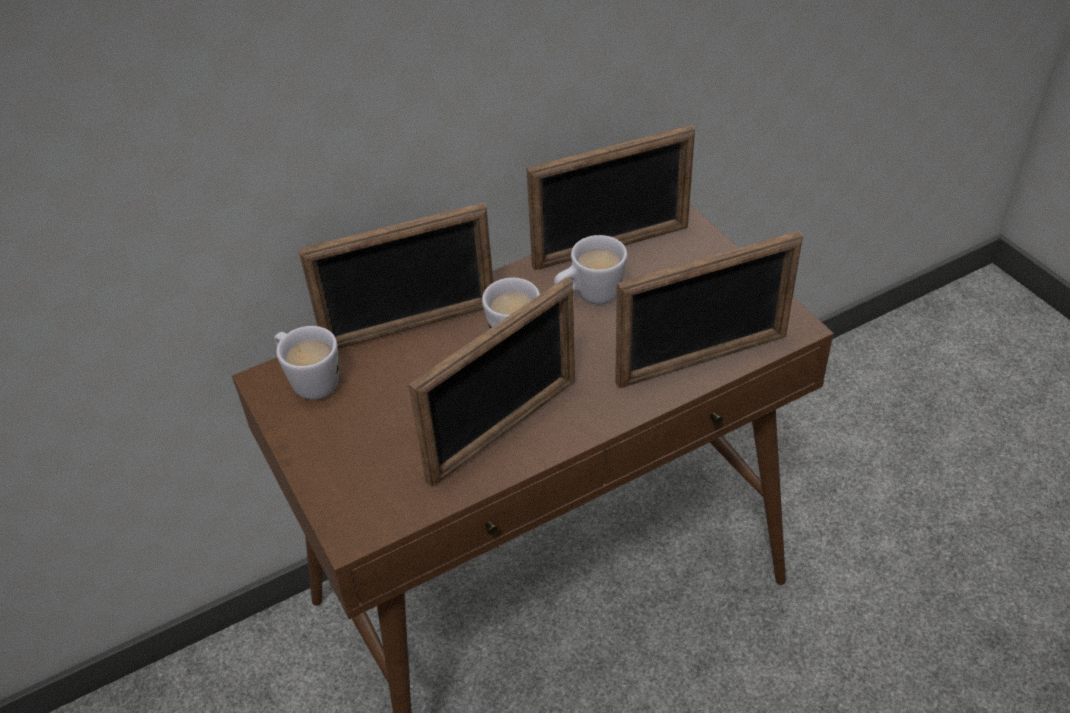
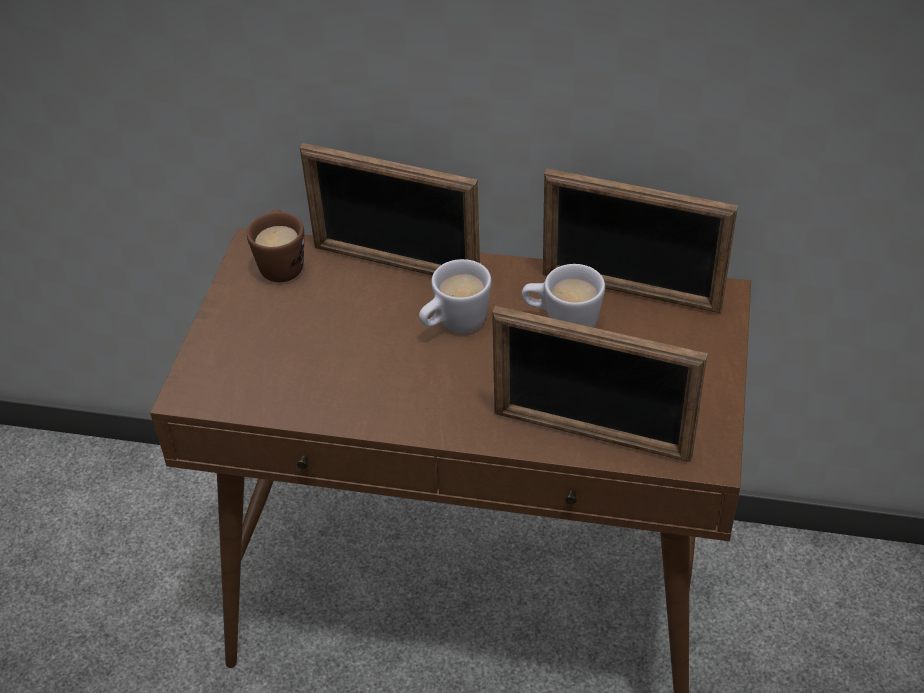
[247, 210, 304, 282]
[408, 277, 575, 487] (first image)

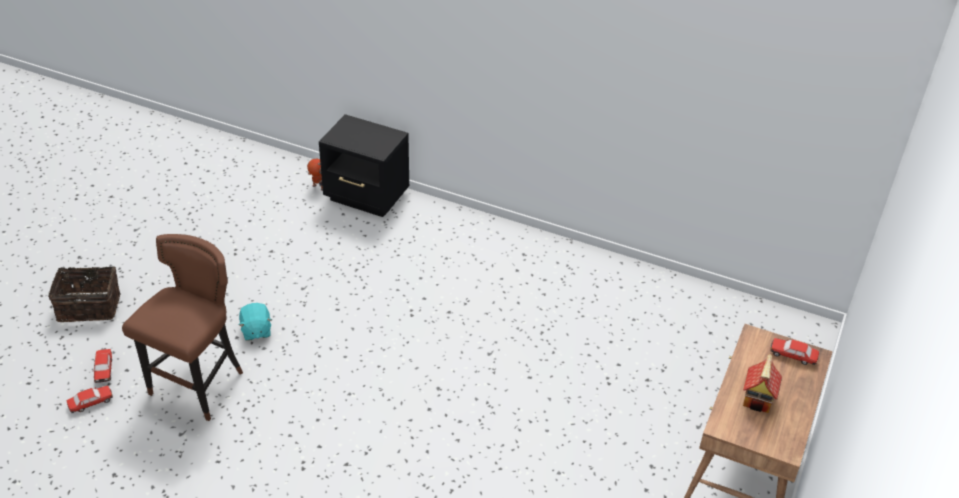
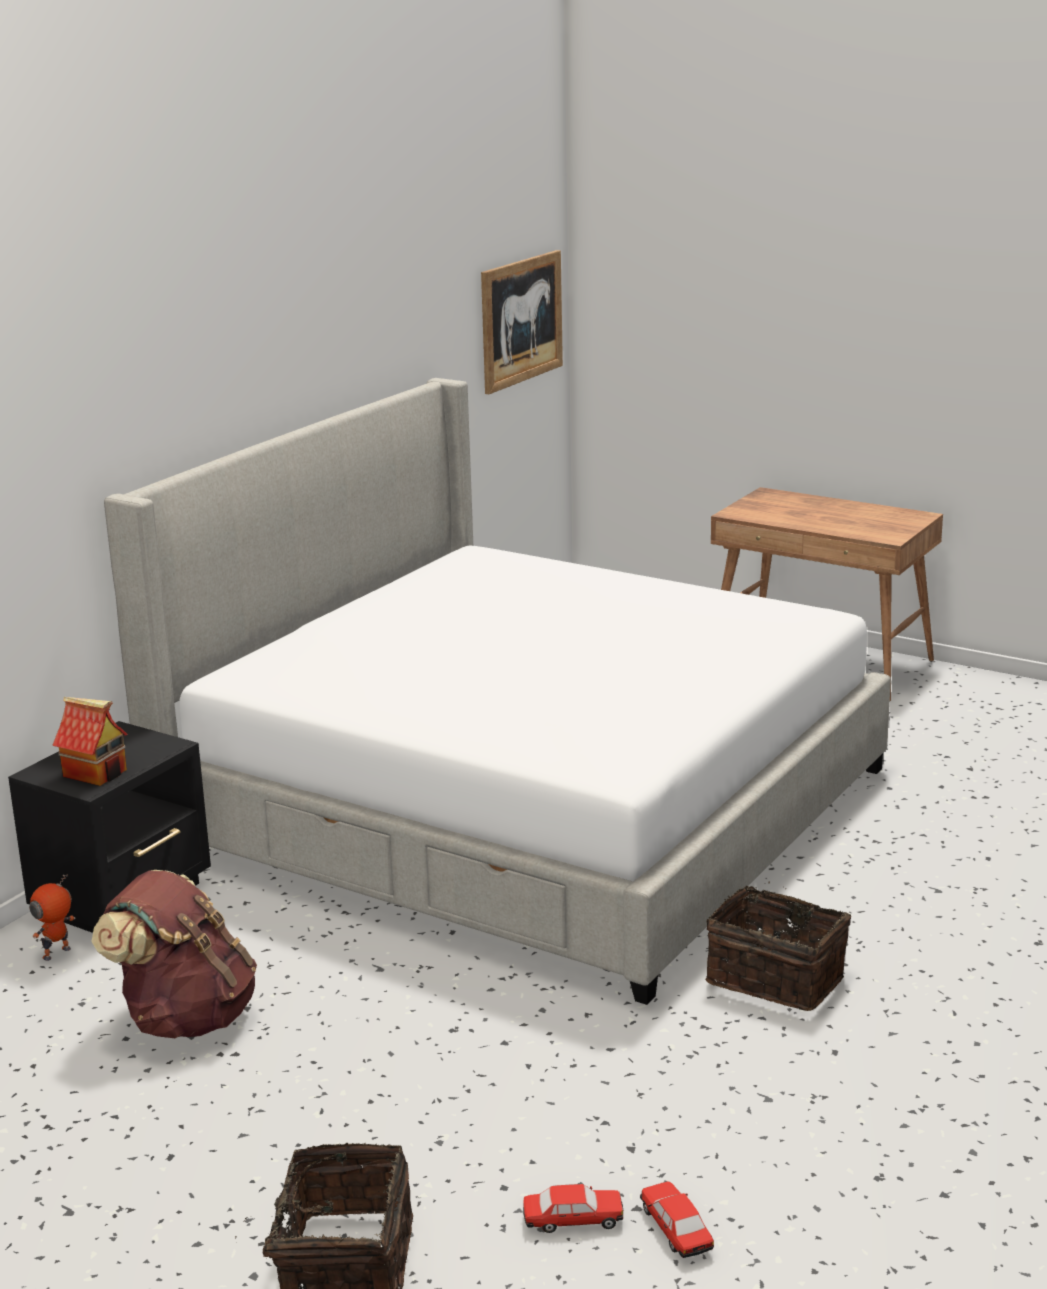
[122, 234, 243, 421] (first image)
[239, 303, 272, 341] (first image)
[52, 697, 128, 786]
[770, 338, 819, 365] (first image)
[91, 870, 257, 1038]
[104, 378, 891, 1005]
[481, 250, 563, 394]
[706, 882, 851, 1011]

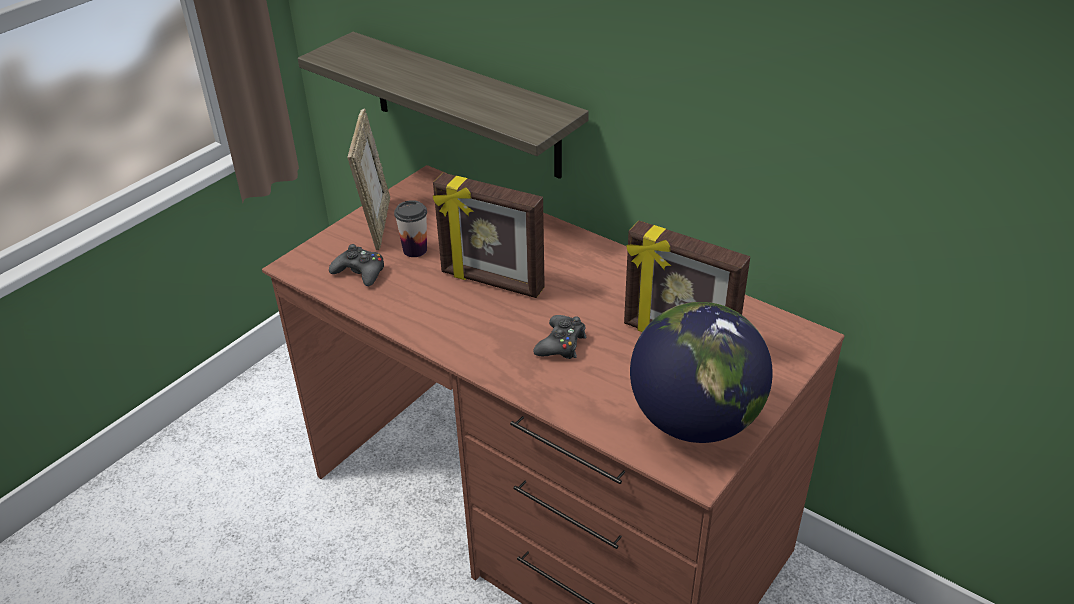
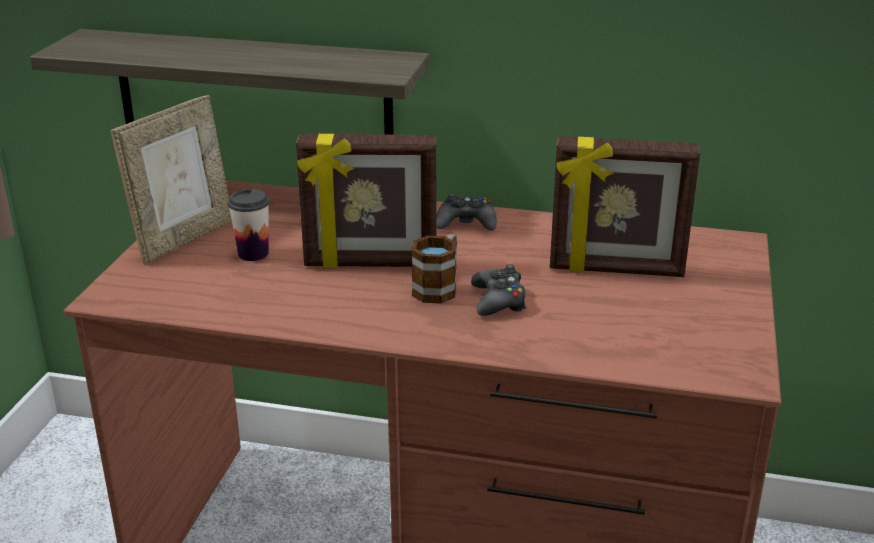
[436, 193, 497, 231]
[111, 95, 232, 264]
[630, 302, 773, 443] (first image)
[411, 234, 457, 304]

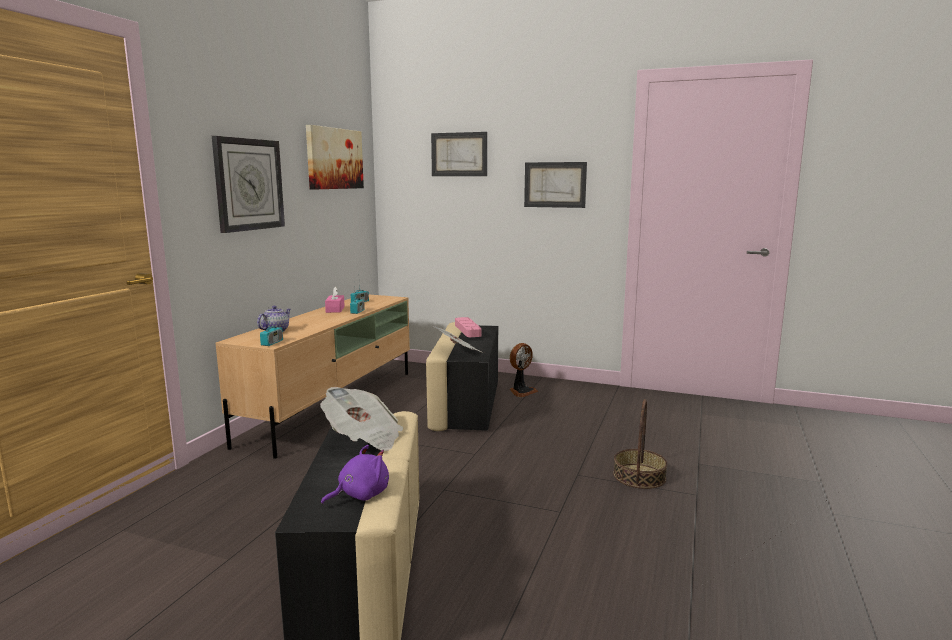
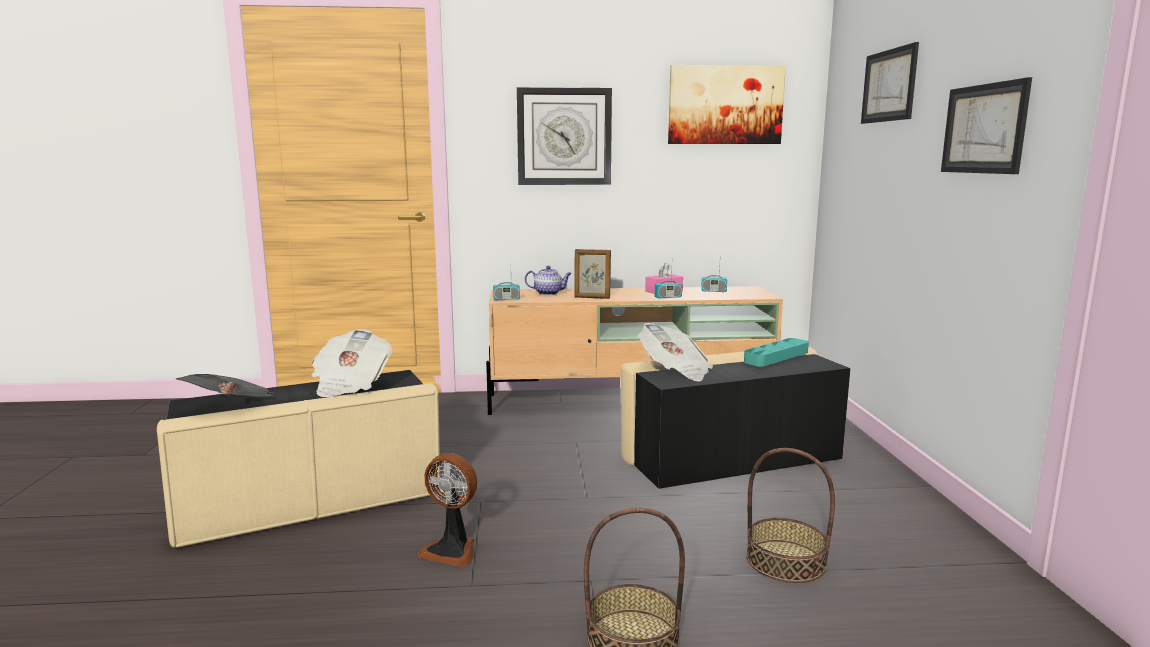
[176, 374, 272, 396]
[744, 338, 809, 367]
[418, 453, 477, 567]
[574, 249, 611, 299]
[746, 448, 835, 583]

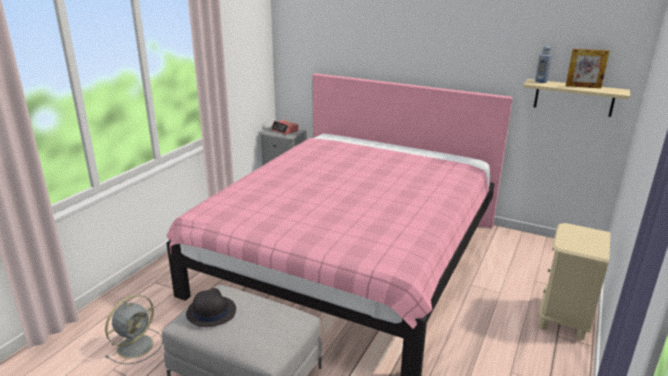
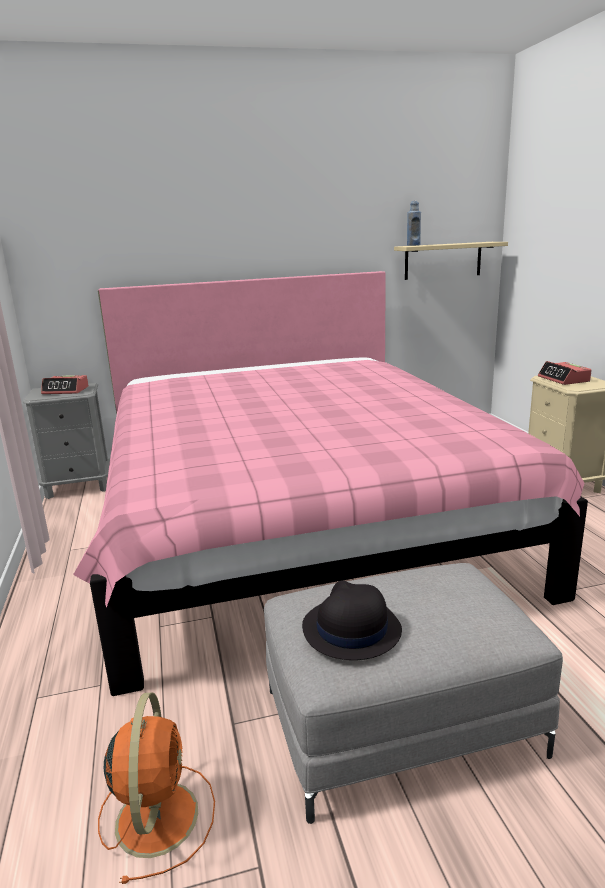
[98, 692, 215, 884]
[566, 49, 610, 88] (first image)
[538, 361, 592, 385]

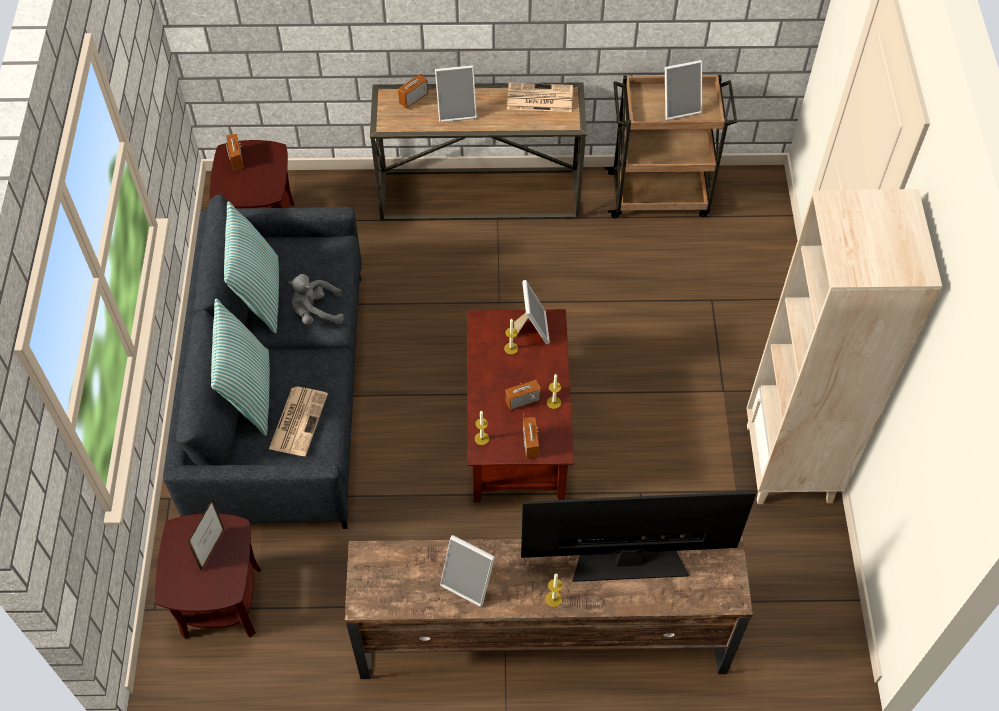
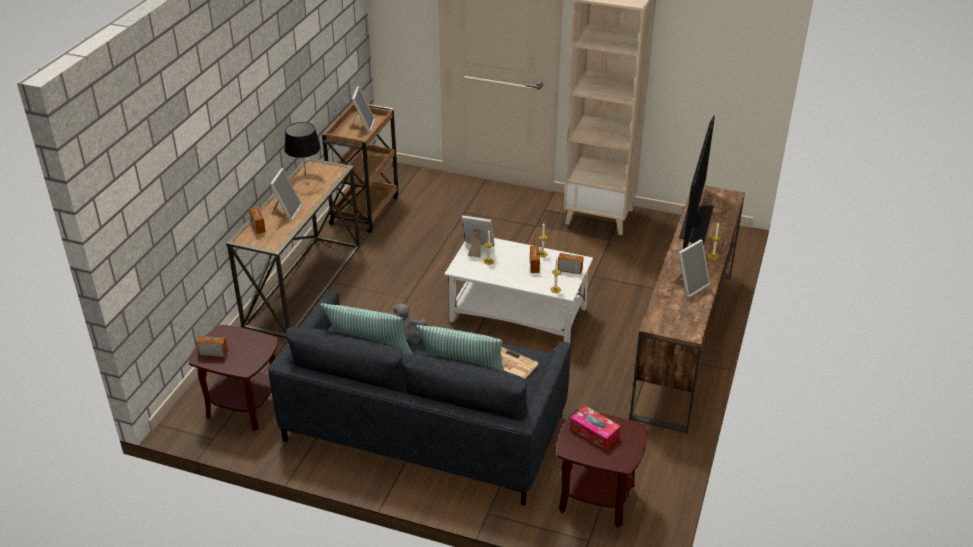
[570, 405, 621, 450]
[444, 238, 593, 343]
[284, 122, 321, 176]

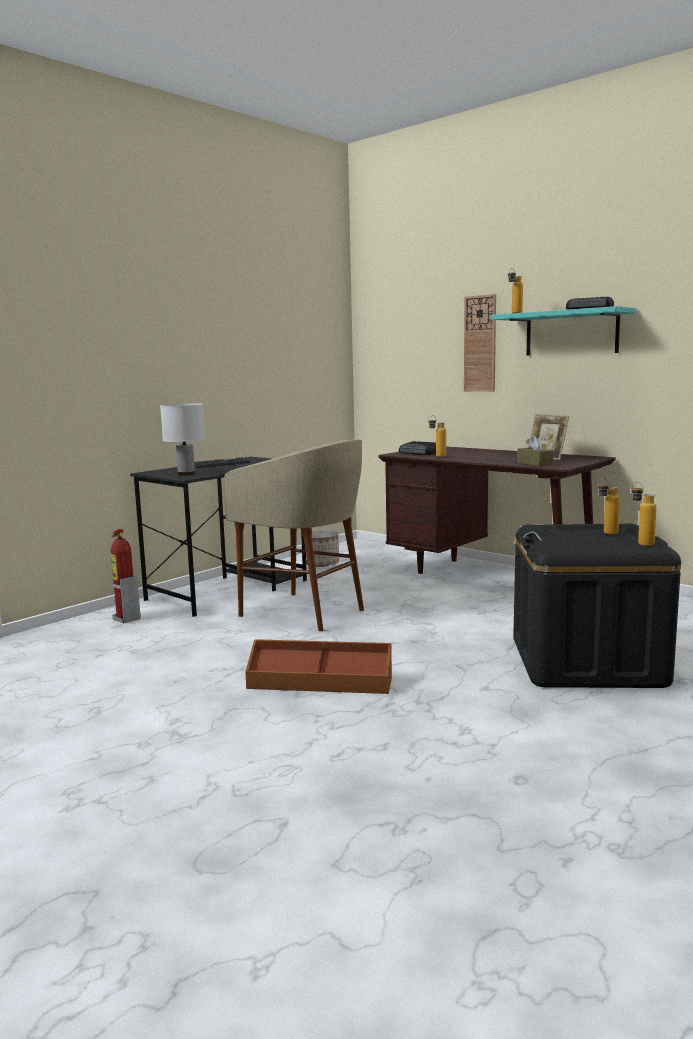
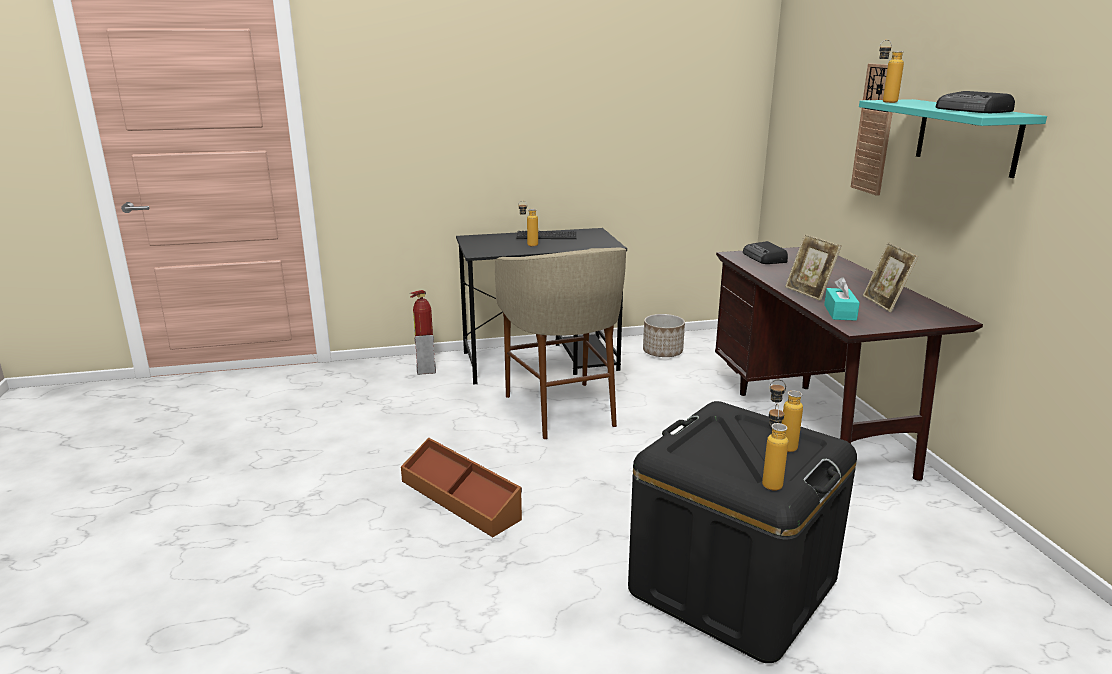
[160, 403, 205, 476] (first image)
[518, 201, 538, 246]
[824, 277, 860, 321]
[785, 234, 841, 301]

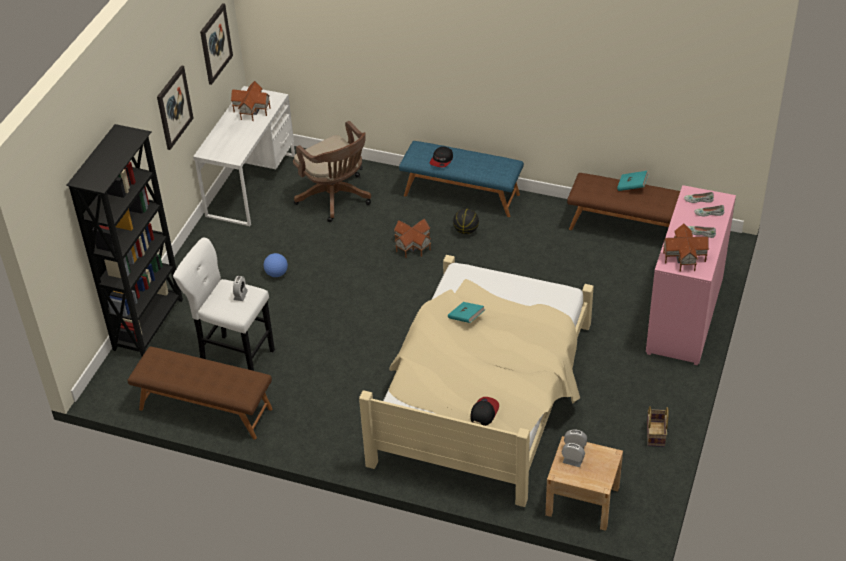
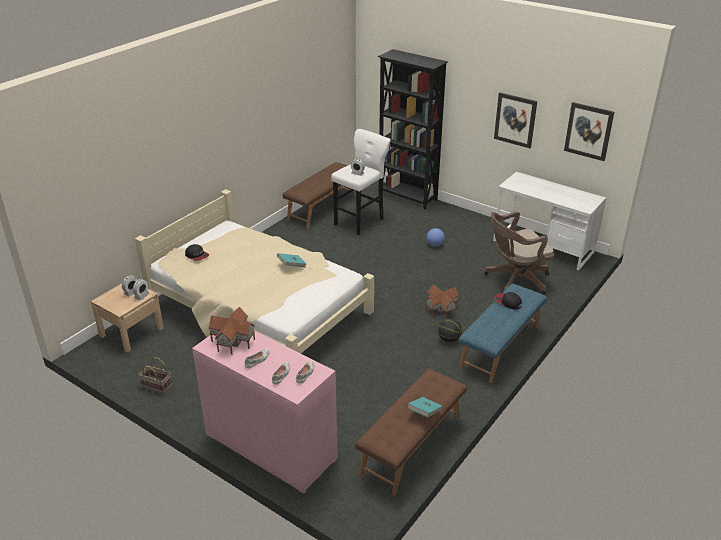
[231, 81, 270, 121] (first image)

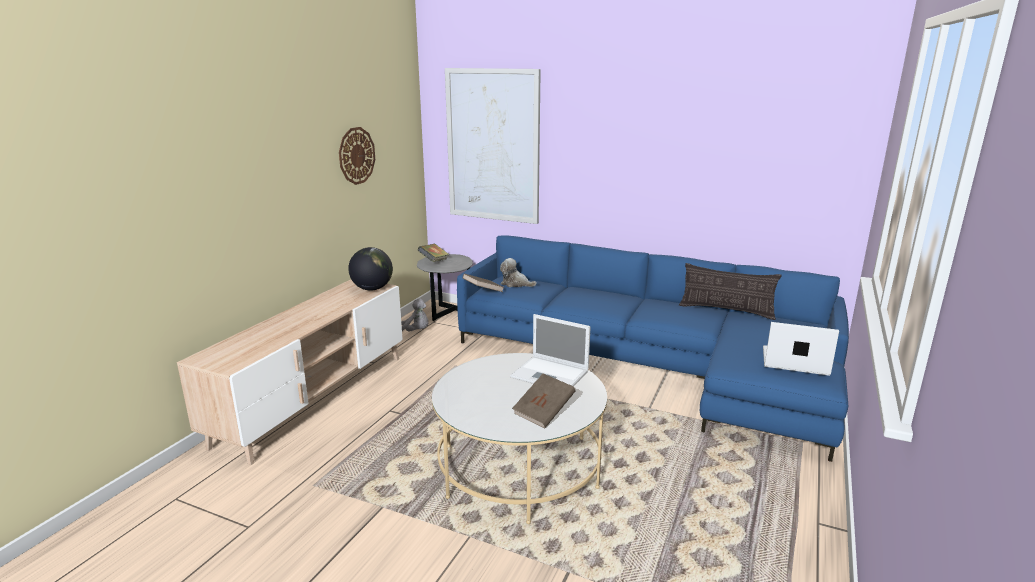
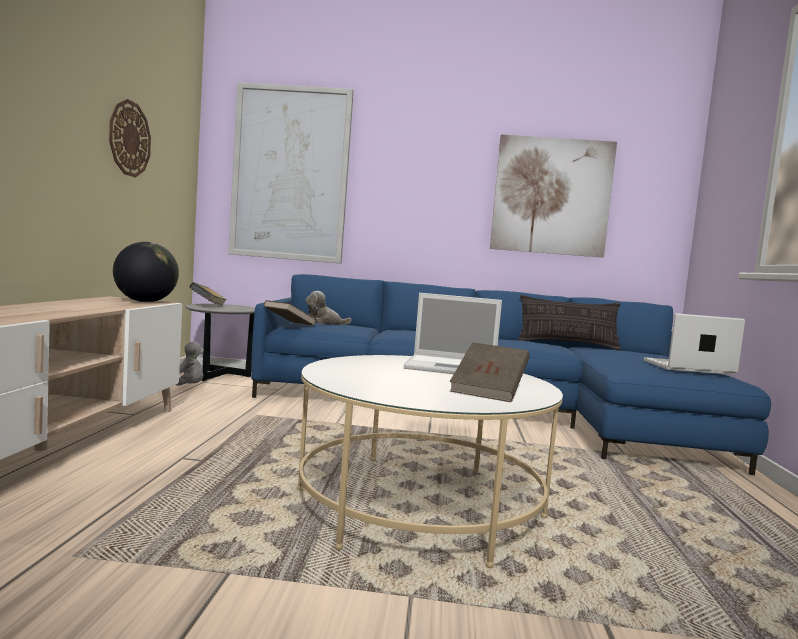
[490, 135, 617, 258]

